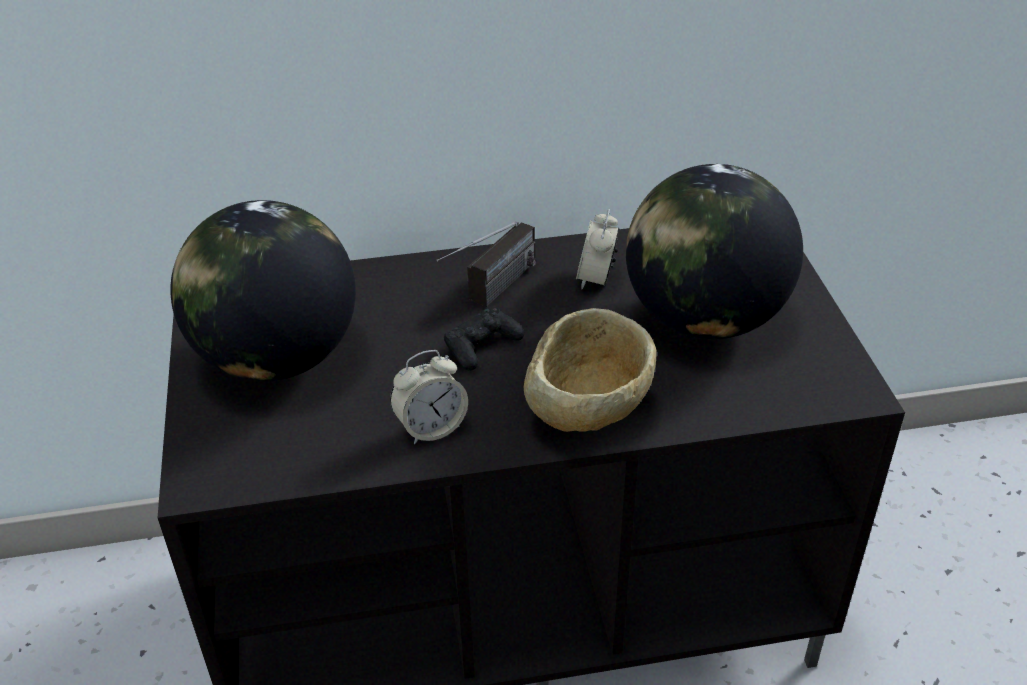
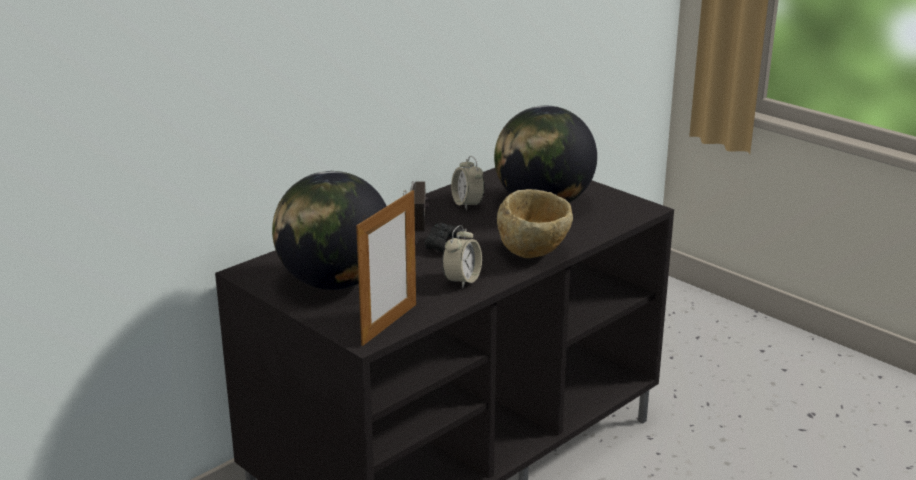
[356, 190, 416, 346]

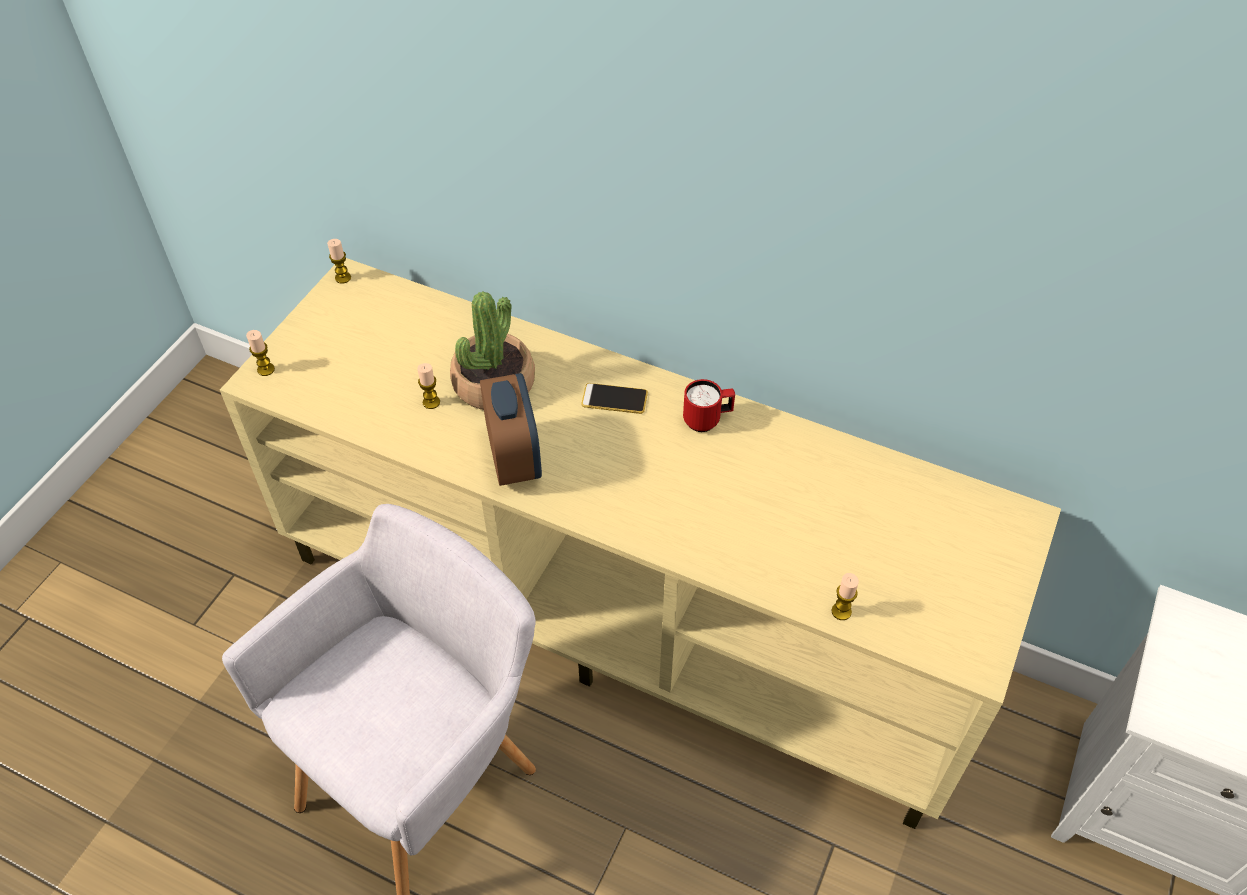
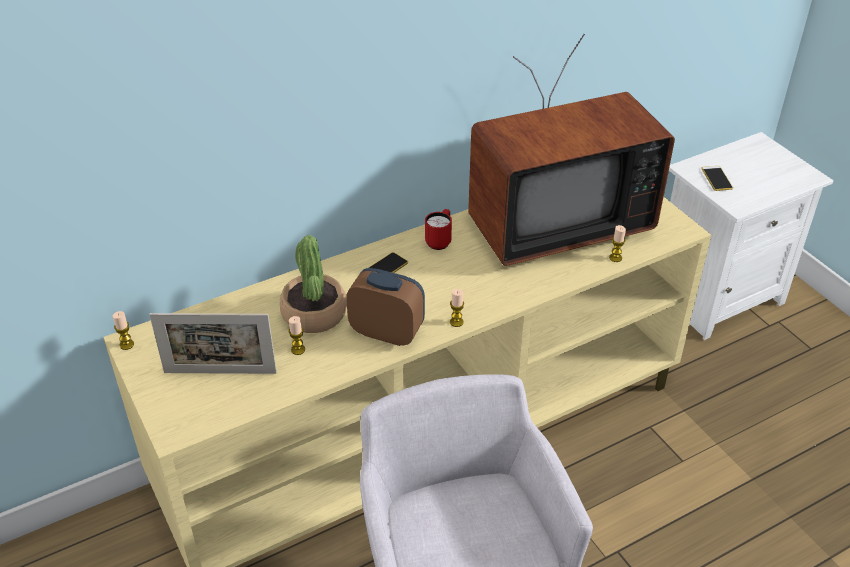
[450, 289, 464, 327]
[149, 313, 277, 374]
[468, 34, 675, 266]
[701, 166, 733, 191]

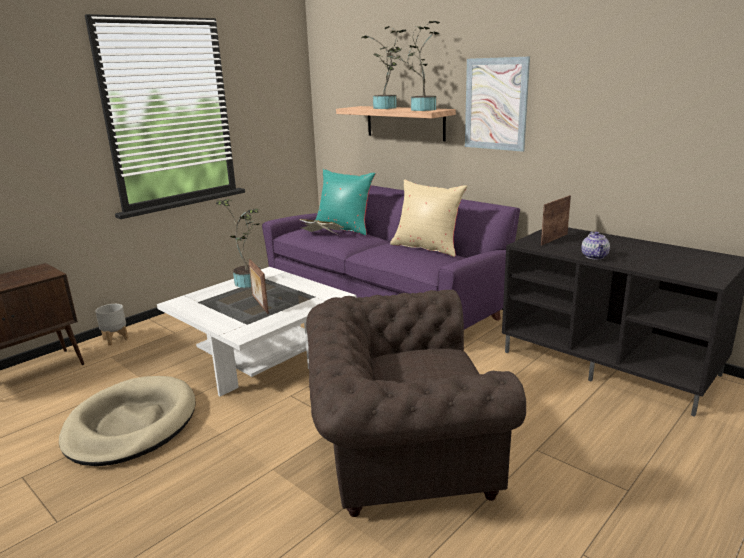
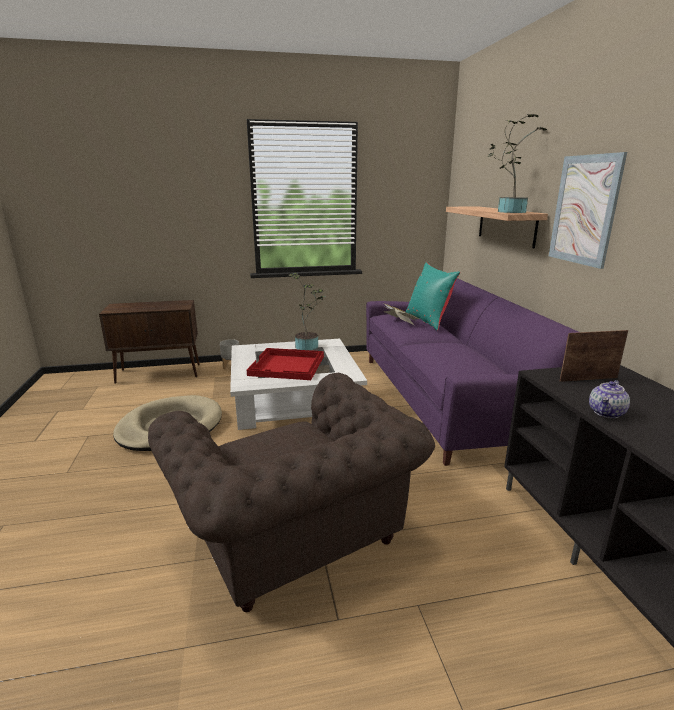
[247, 348, 324, 380]
[148, 373, 435, 612]
[362, 26, 406, 109] (first image)
[390, 180, 468, 257] (first image)

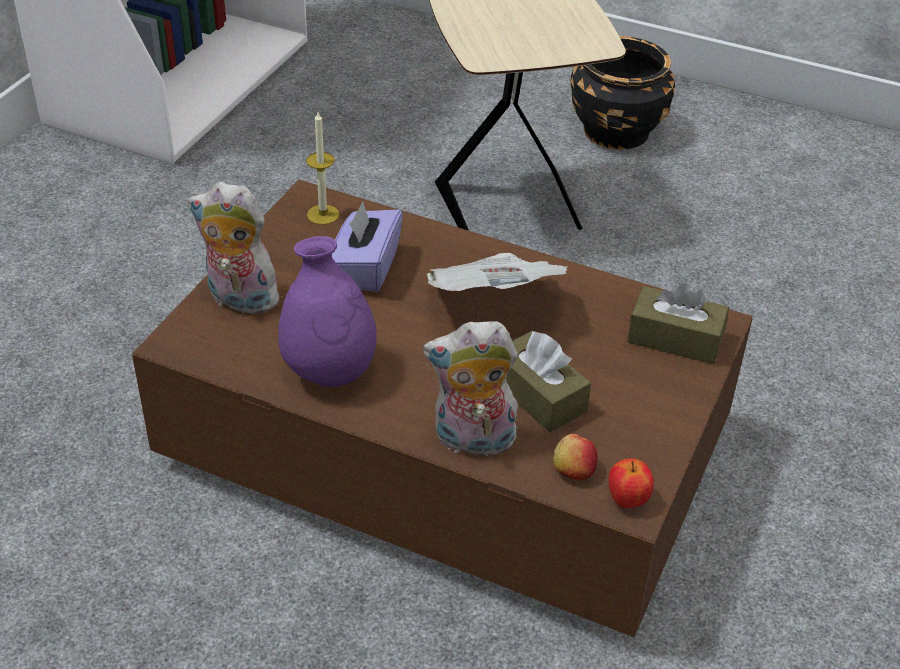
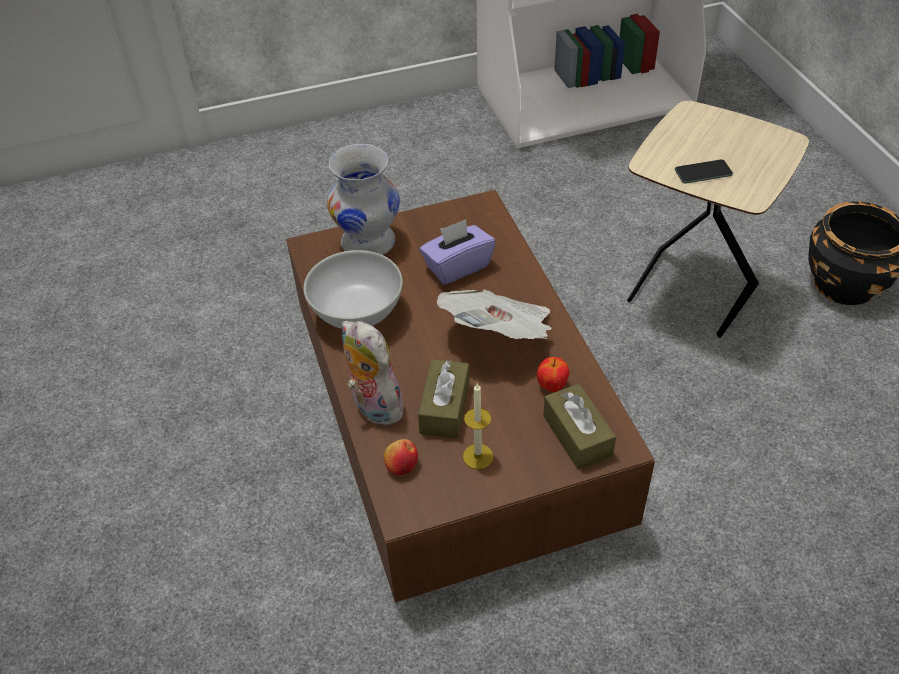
[327, 144, 400, 255]
[303, 250, 403, 329]
[463, 383, 494, 469]
[537, 357, 569, 392]
[675, 159, 733, 184]

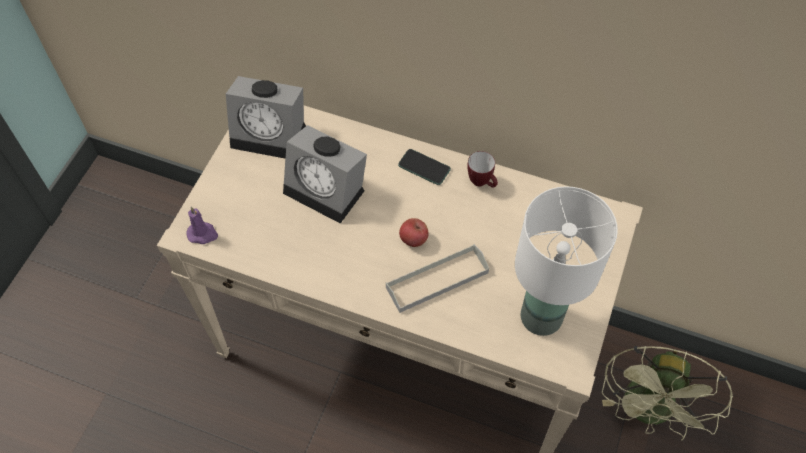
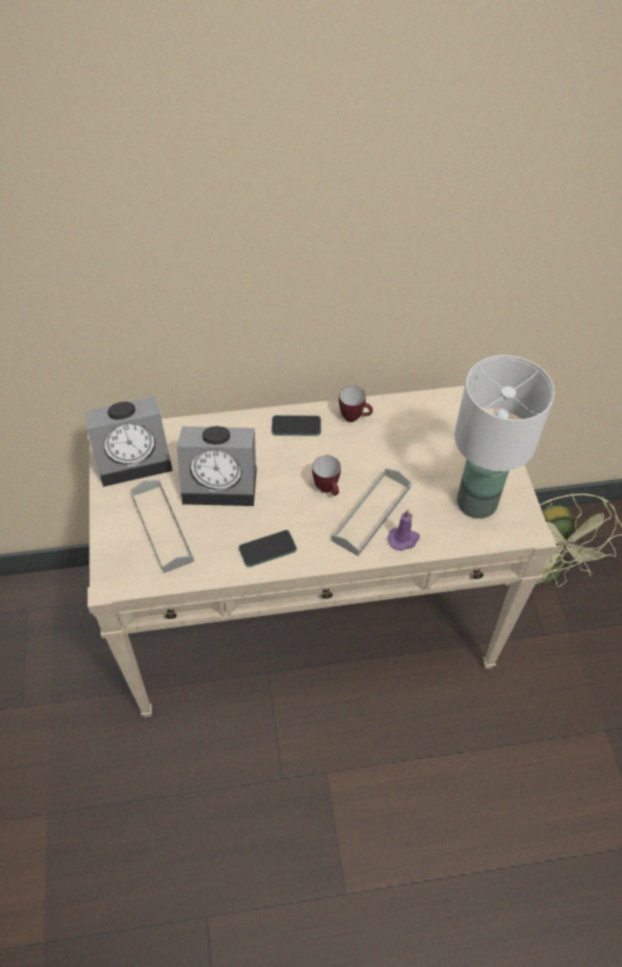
[388, 510, 420, 551]
[312, 455, 341, 496]
[130, 480, 194, 573]
[239, 530, 297, 567]

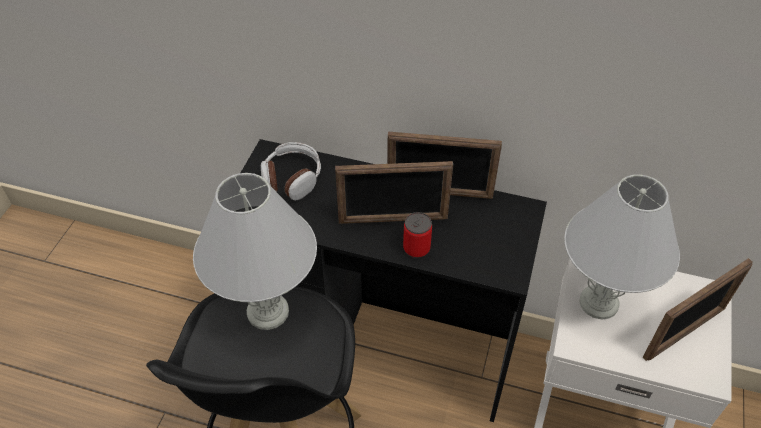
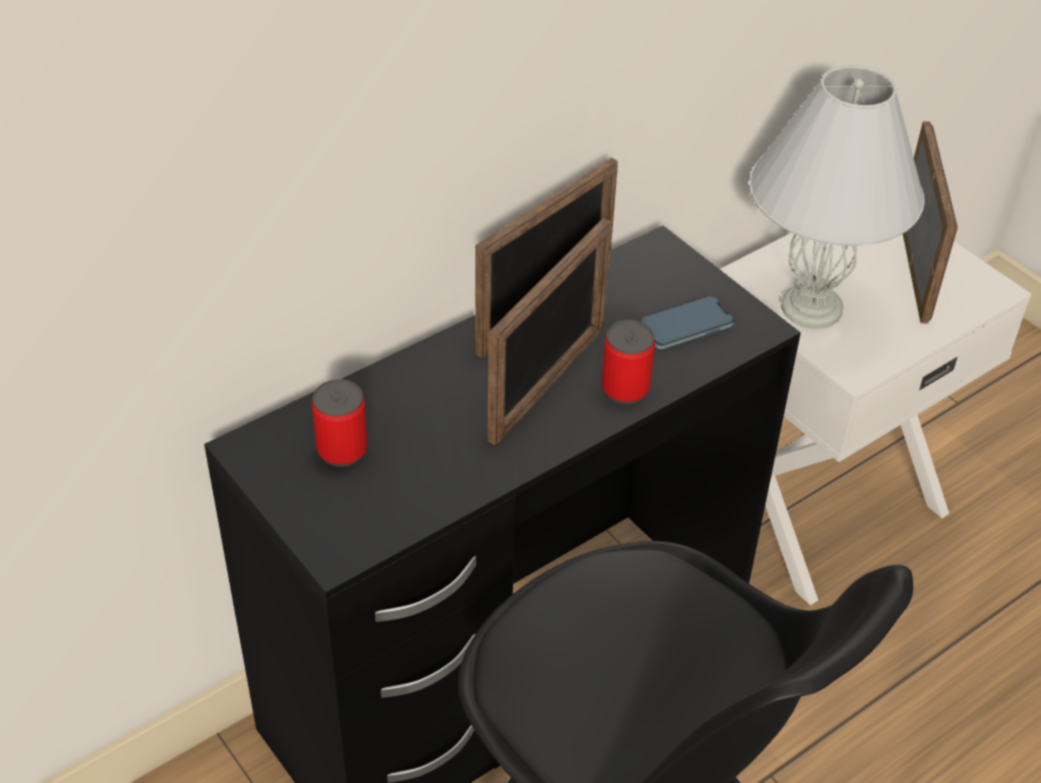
[193, 173, 317, 330] (first image)
[312, 379, 368, 467]
[639, 296, 734, 349]

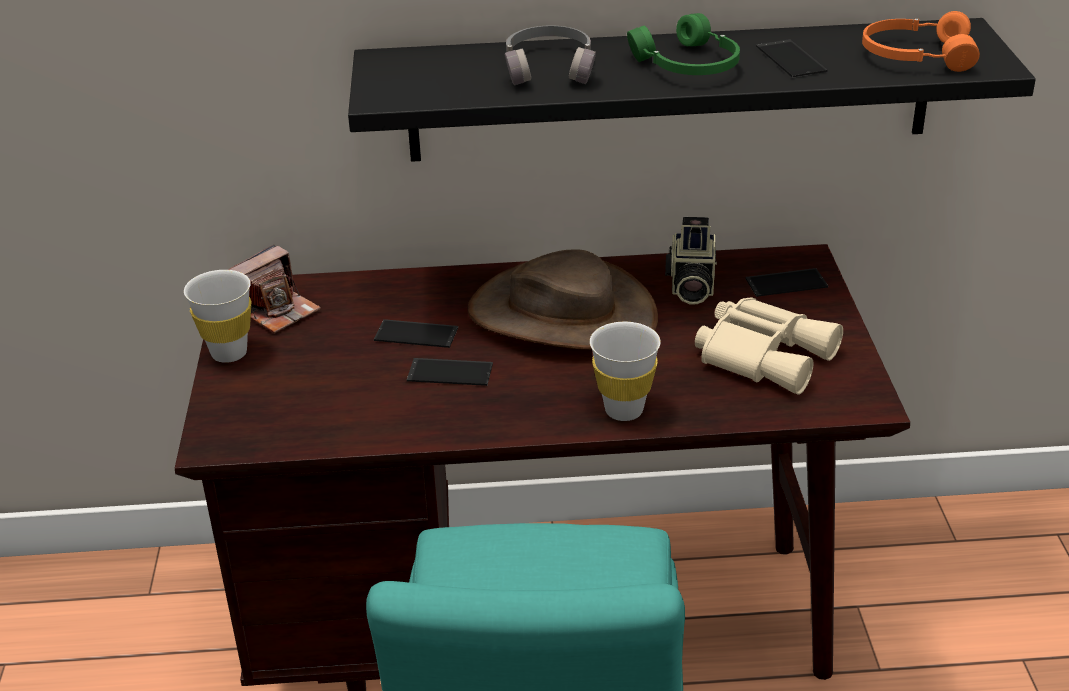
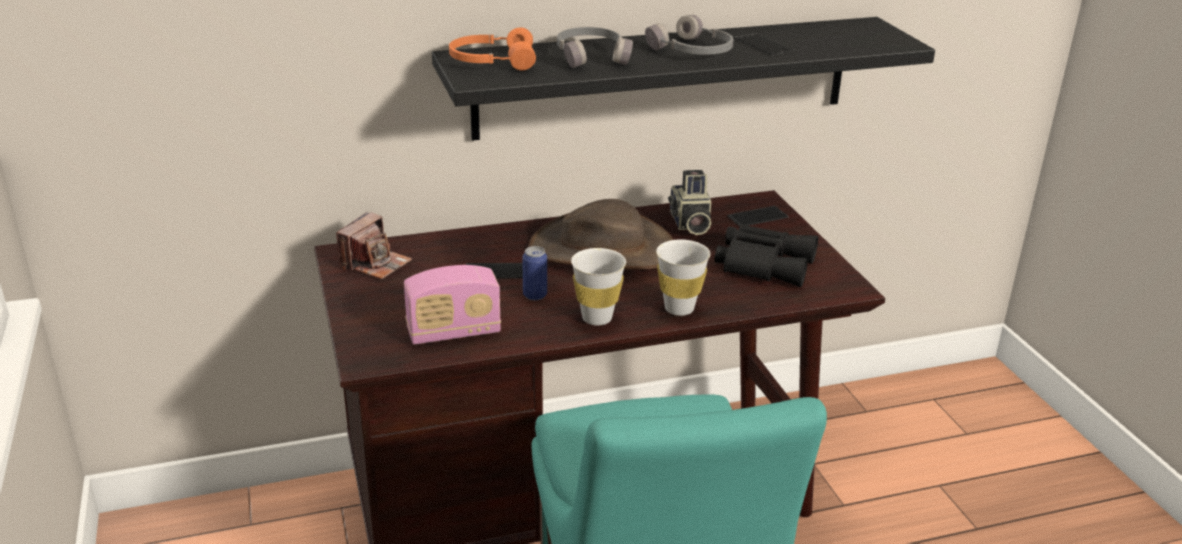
[571, 248, 626, 326]
[522, 246, 547, 300]
[645, 15, 733, 55]
[714, 224, 818, 287]
[449, 27, 536, 70]
[404, 265, 501, 345]

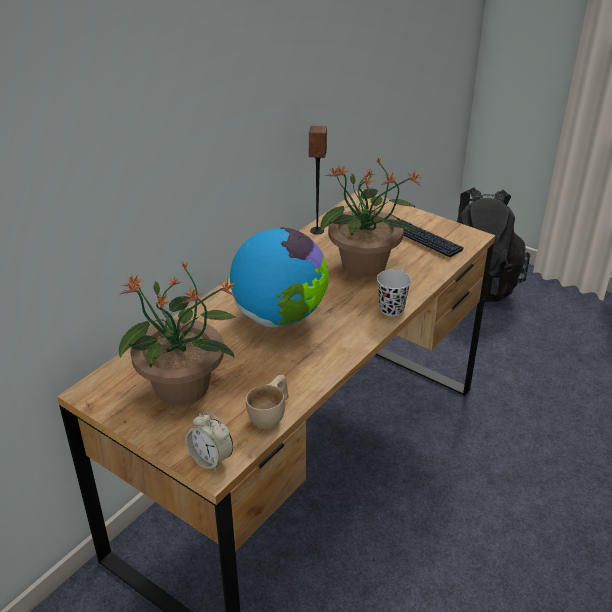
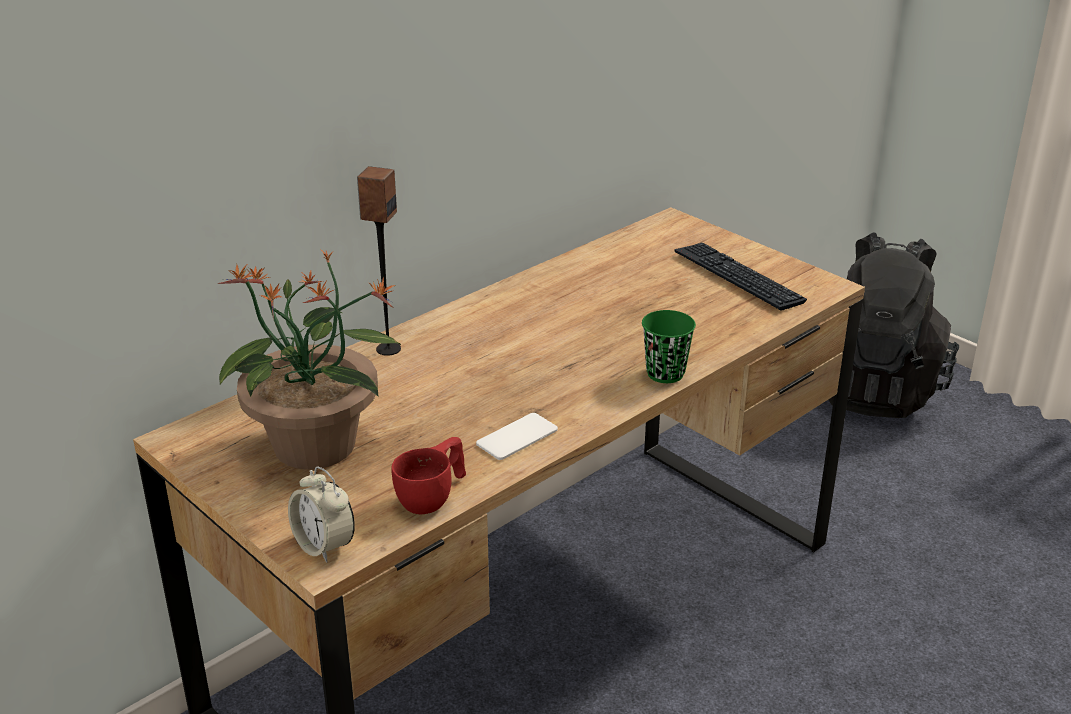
[230, 227, 329, 328] (first image)
[391, 437, 466, 514]
[357, 166, 401, 356]
[321, 157, 422, 277] (first image)
[642, 310, 696, 383]
[476, 413, 558, 460]

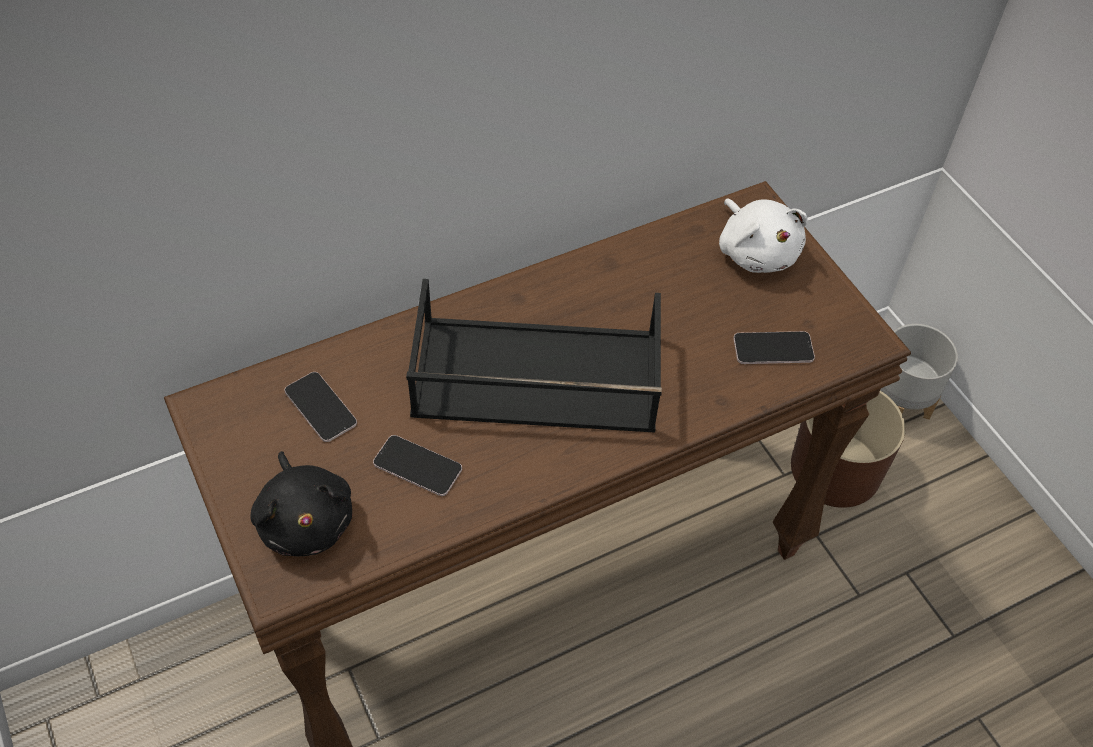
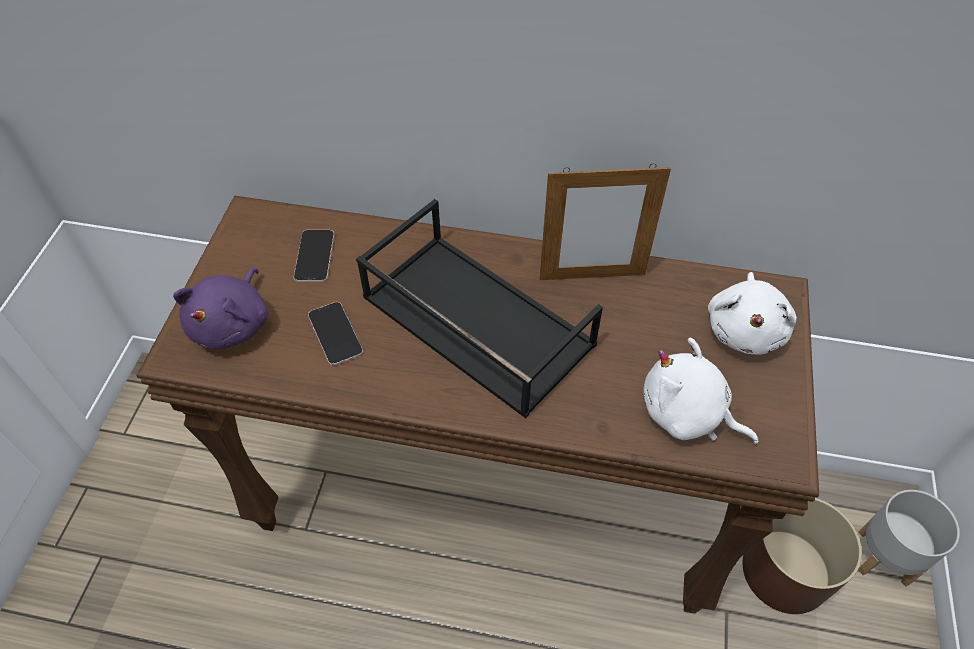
[173, 268, 268, 349]
[644, 338, 758, 444]
[540, 163, 671, 280]

